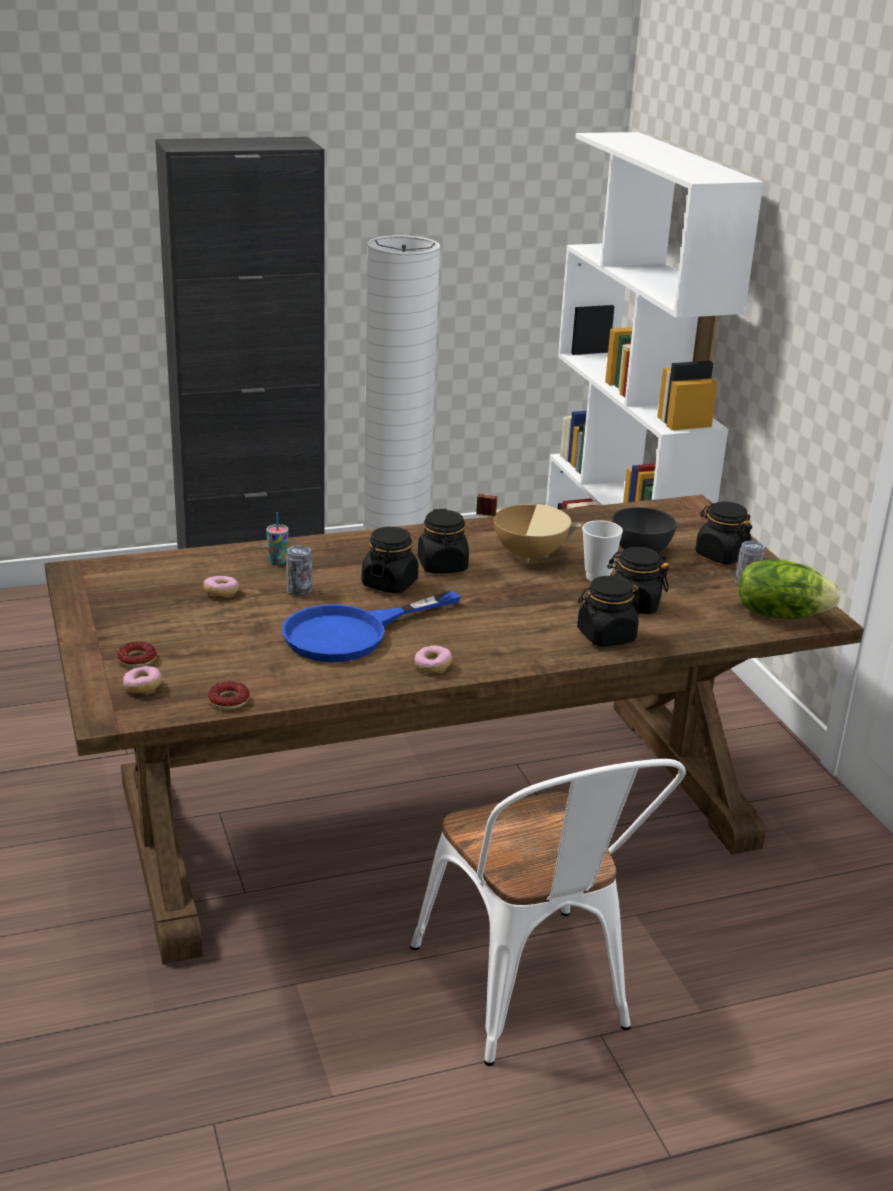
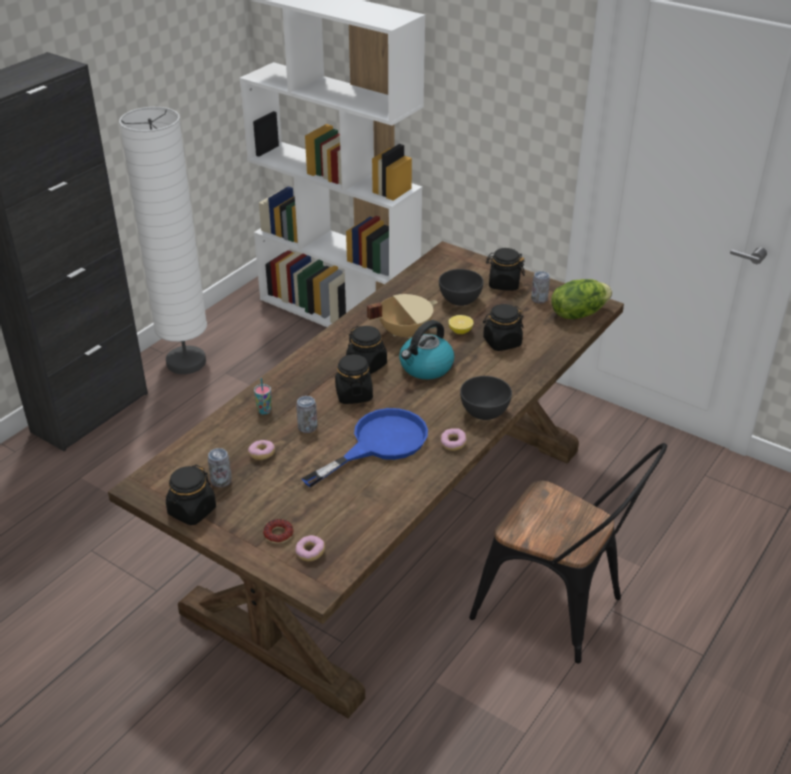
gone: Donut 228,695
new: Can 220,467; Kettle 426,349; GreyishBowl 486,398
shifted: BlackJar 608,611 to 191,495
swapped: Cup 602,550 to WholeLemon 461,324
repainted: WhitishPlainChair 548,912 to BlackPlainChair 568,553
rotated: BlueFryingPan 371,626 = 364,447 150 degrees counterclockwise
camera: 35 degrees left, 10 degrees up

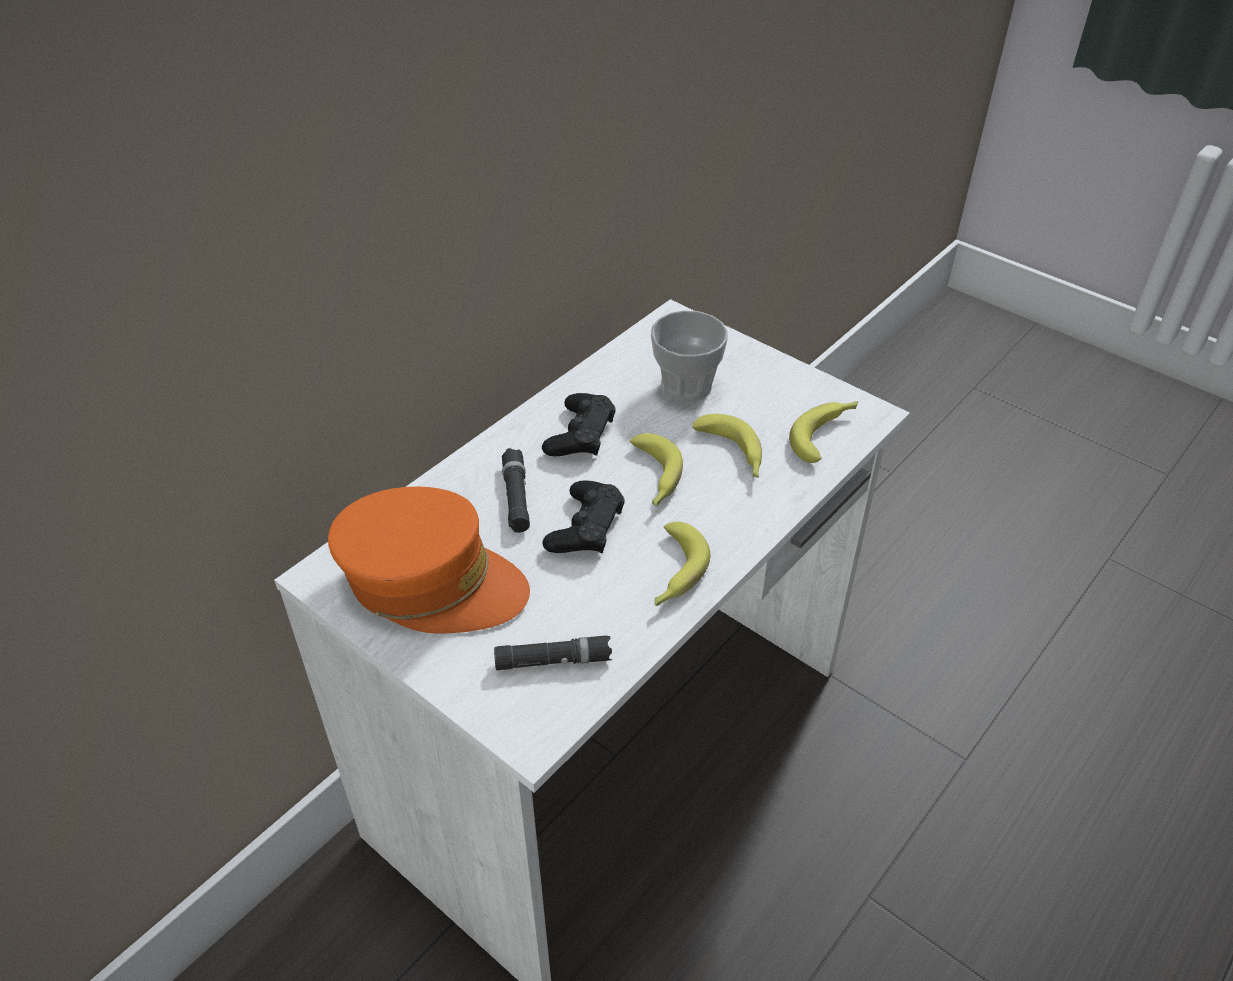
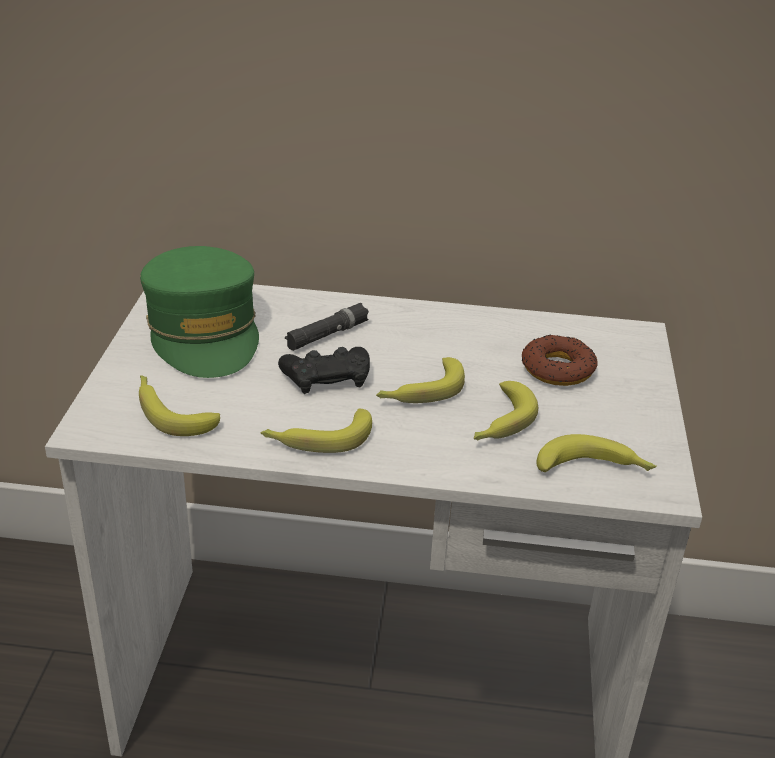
gone: BlackGamepad 579,424
swapped: BlackHandTorch 553,652 to BananaFruit 179,405; Cup 689,356 to Donut 559,360
repainted: OrangeColouredPeakedCap 429,560 to GreenColouredPeakedCap 199,312
camera: 55 degrees right, 10 degrees down

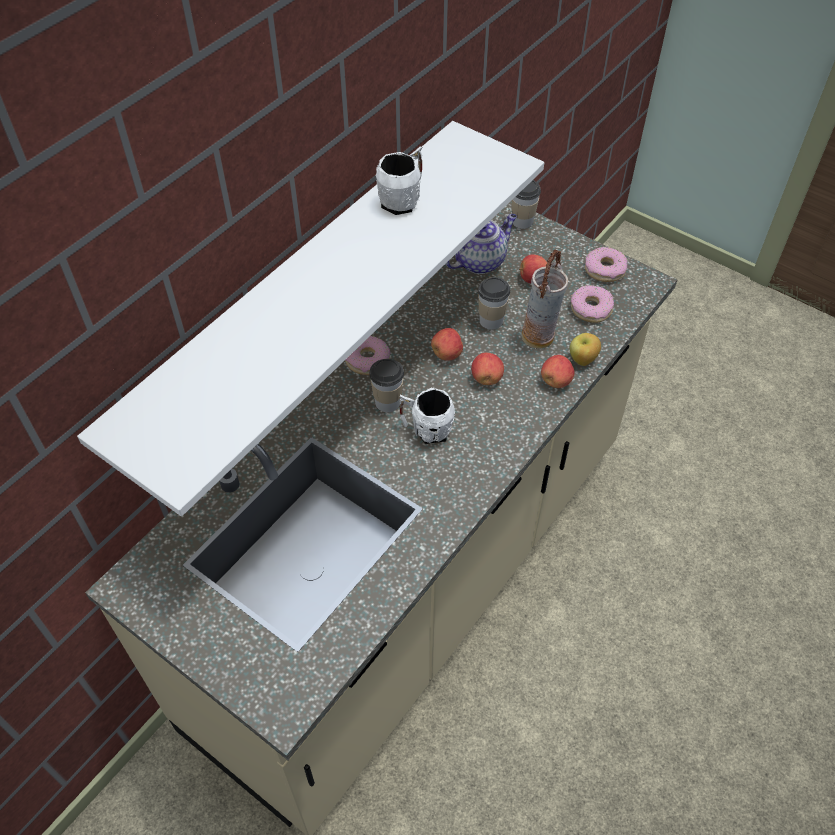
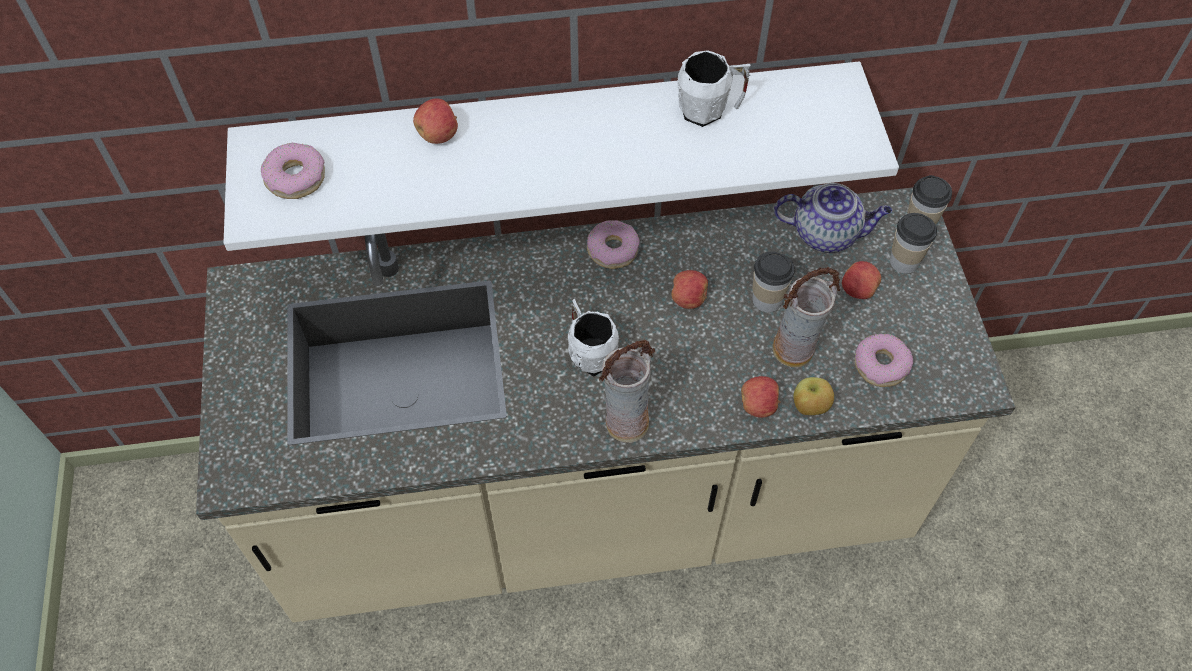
new: Vase 627,391
shifted: Cup 387,385 to 913,243; WholeApple 487,368 to 435,121; Donut 606,264 to 293,171
camera: 45 degrees right, 5 degrees up

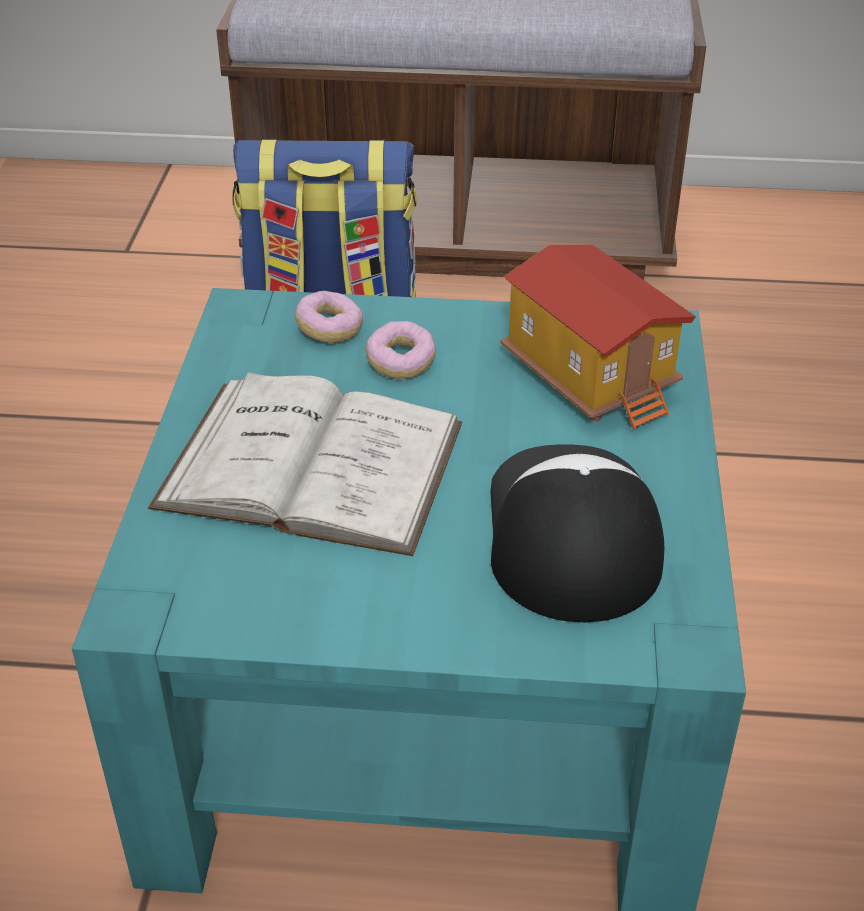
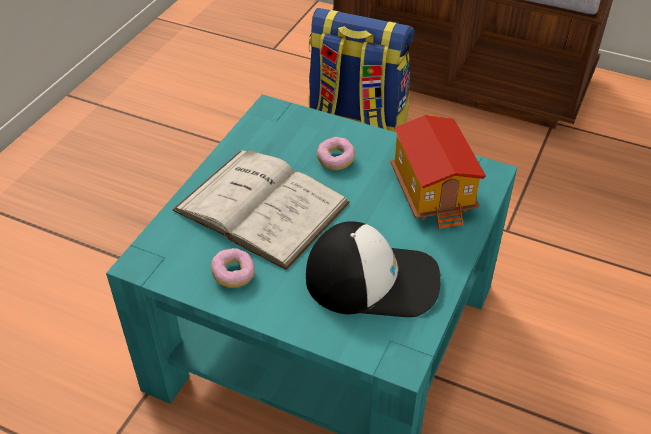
shifted: Donut 329,317 to 233,268
rotated: PeakedCap 577,533 = 373,269 75 degrees clockwise
camera: 20 degrees right, 5 degrees up

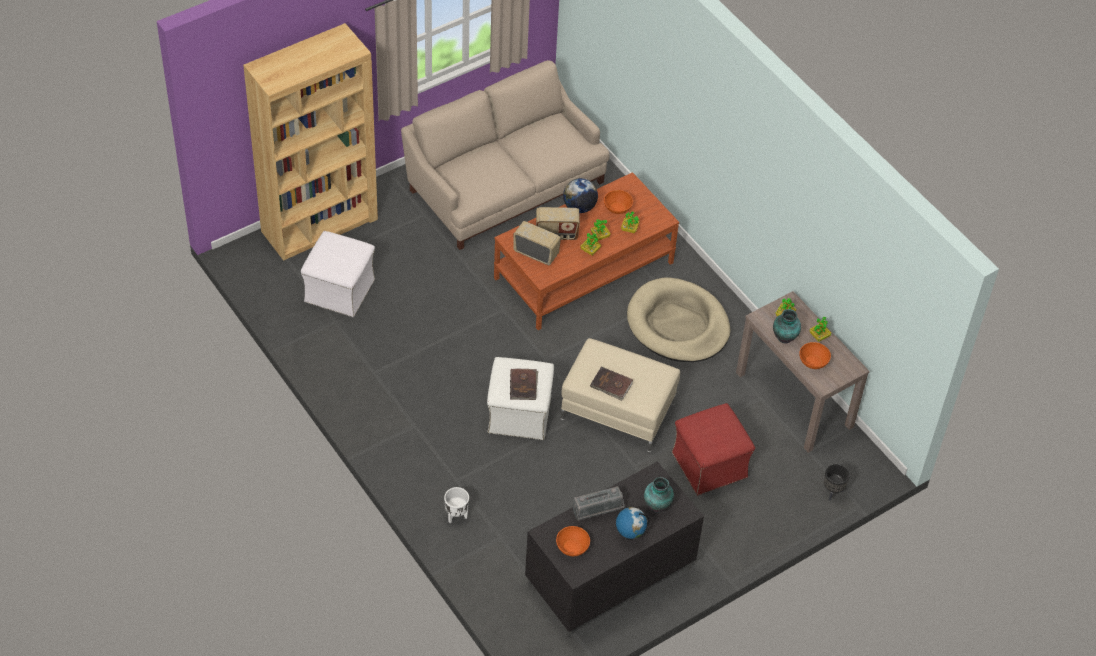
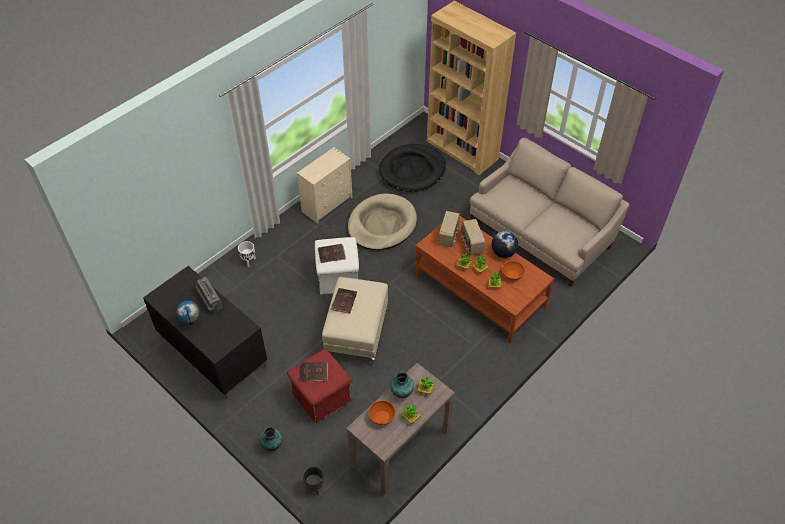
gone: OrangeColouredBowl 573,541
new: BeigeColouredDresser 324,185; BrownVolume 313,371
shifted: BeigeColouredPetBed 678,320 to 382,221; Vase 659,495 to 271,439
swapped: WhitishPouffe 338,274 to BlackPetBed 412,168
camera: 80 degrees right, 0 degrees up

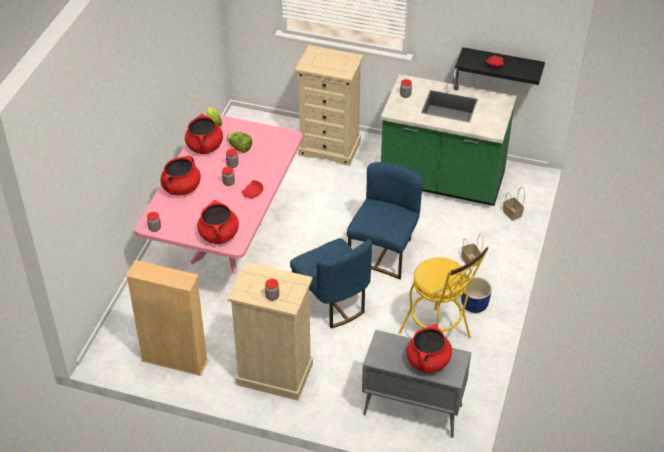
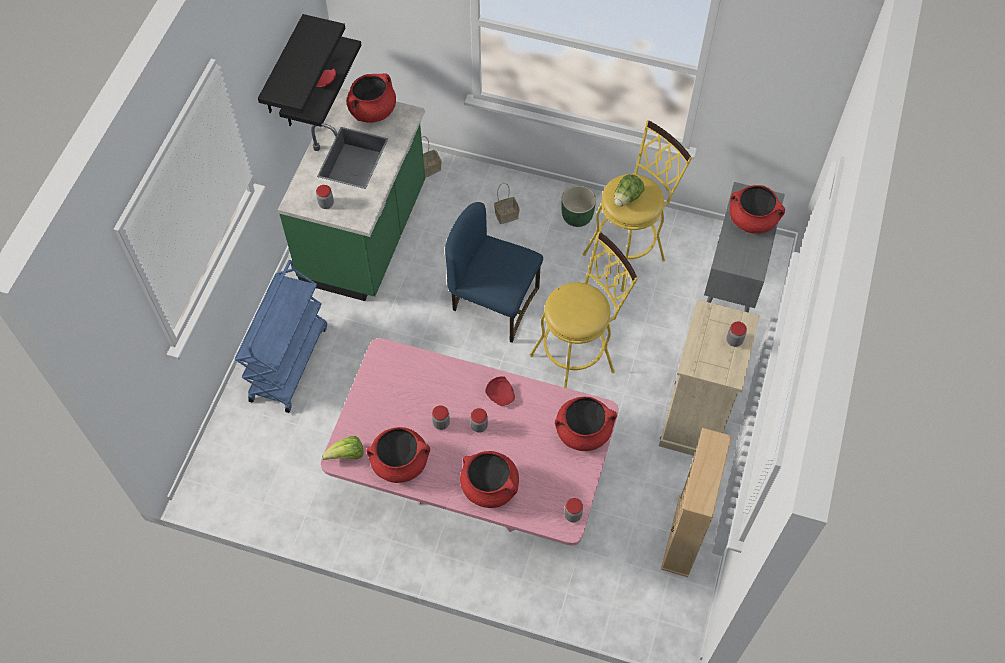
new: BlackShelf 301,63; RedColouredSaucepot 371,98
shifted: LettuceHead 239,142 to 629,190
swapped: BluePlainChair 331,283 to YellowColouredSittingStool 584,309; BeigeColouredDresser 329,105 to BlueWheeledCart 281,336
repainted: BluePlanter 476,295 to GreenColouredPlanter 579,206
camera: 90 degrees left, 15 degrees up

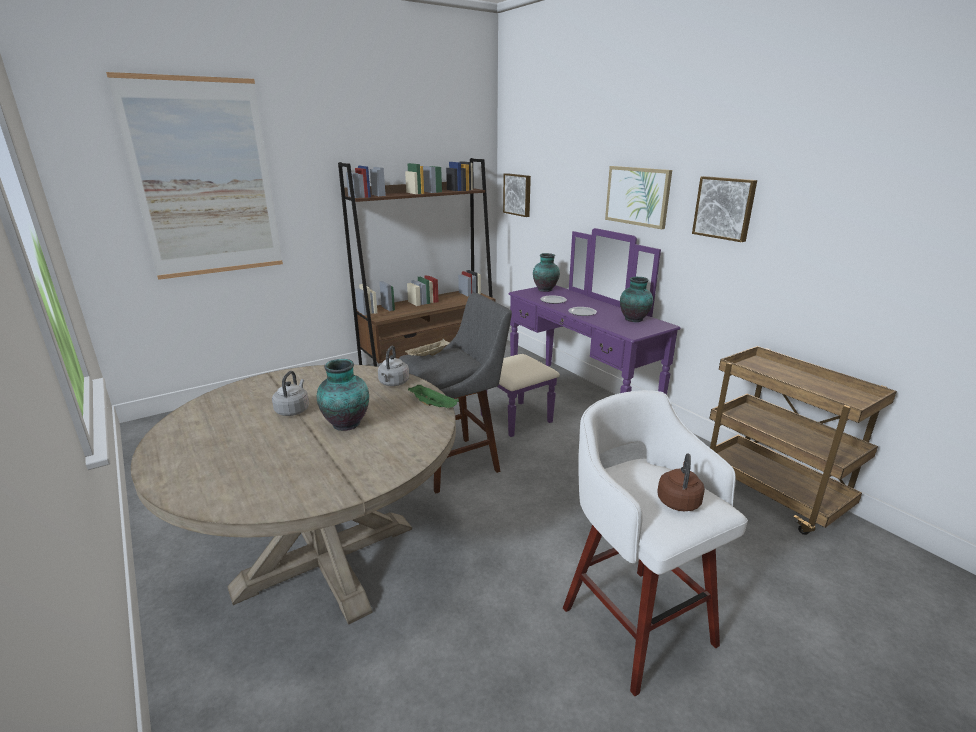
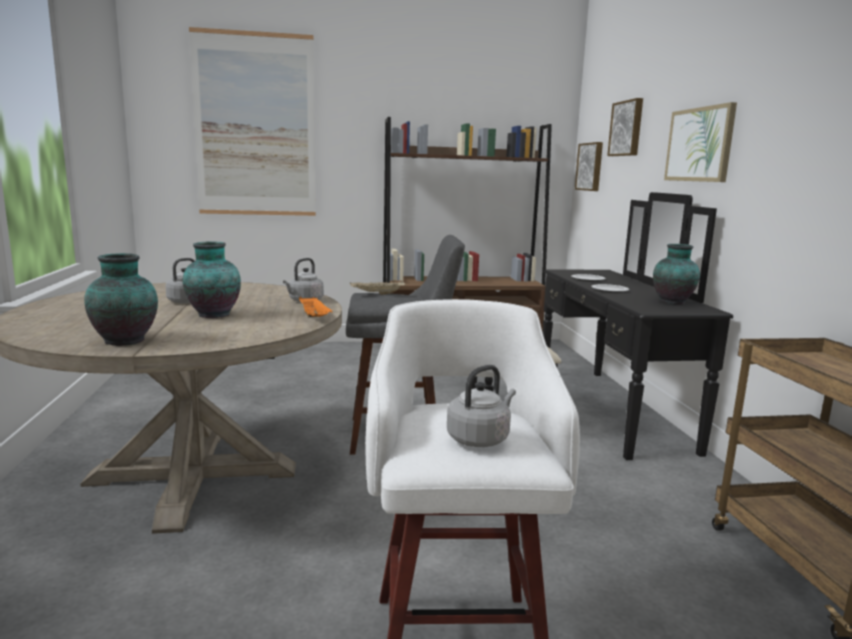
shifted: Vase 546,272 to 121,299; WallArt 724,209 to 625,127
repainted: GreenColouredCarryingTray 433,396 to OrangeColouredCarryingTray 315,307; PurplishDresser 580,332 to BlackDresser 602,326; BrownKettle 681,482 to GreyishKettle 481,406
camera: 25 degrees right, 10 degrees down

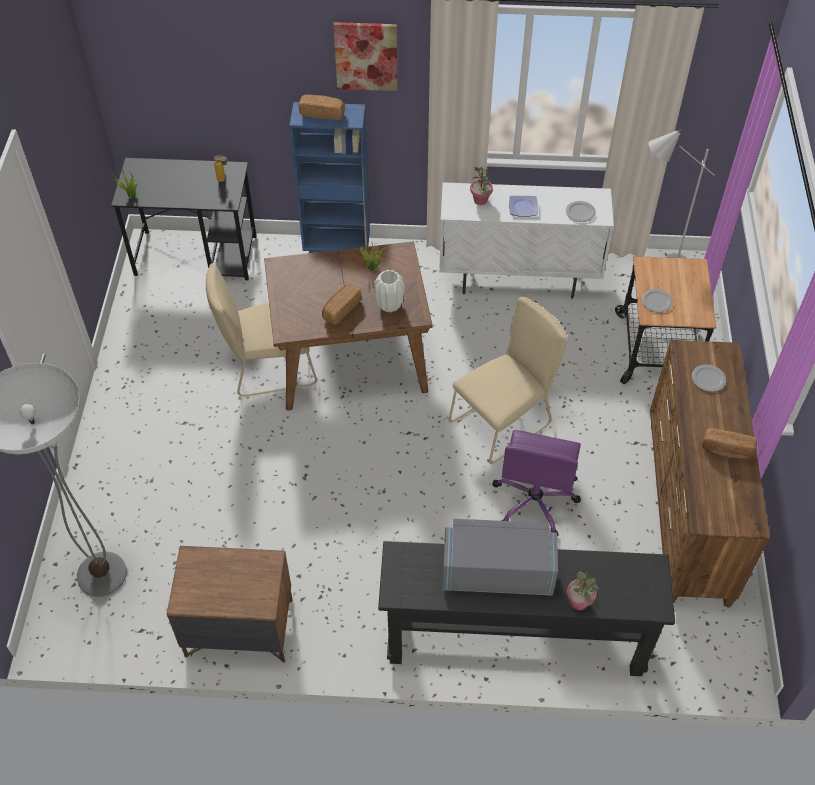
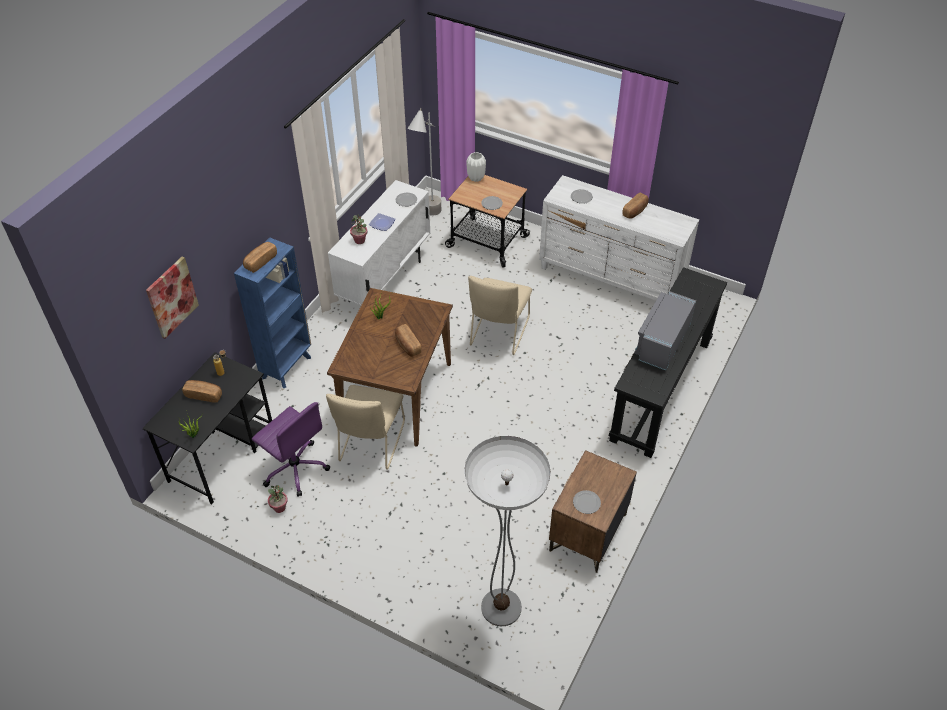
new: Bread 202,391; FlatDish 587,502
shifted: WallArt 365,56 to 172,298; WhitishVase 389,291 to 476,167; PurplishOfficeChair 536,483 to 291,449; Houseplant 583,590 to 278,499
repainted: BrownDresser 710,473 to WhitishDresser 619,238
rotated: BeigeColouredPlainChair 508,380 = 500,315 150 degrees counterclockwise
camera: 65 degrees left, 5 degrees down

